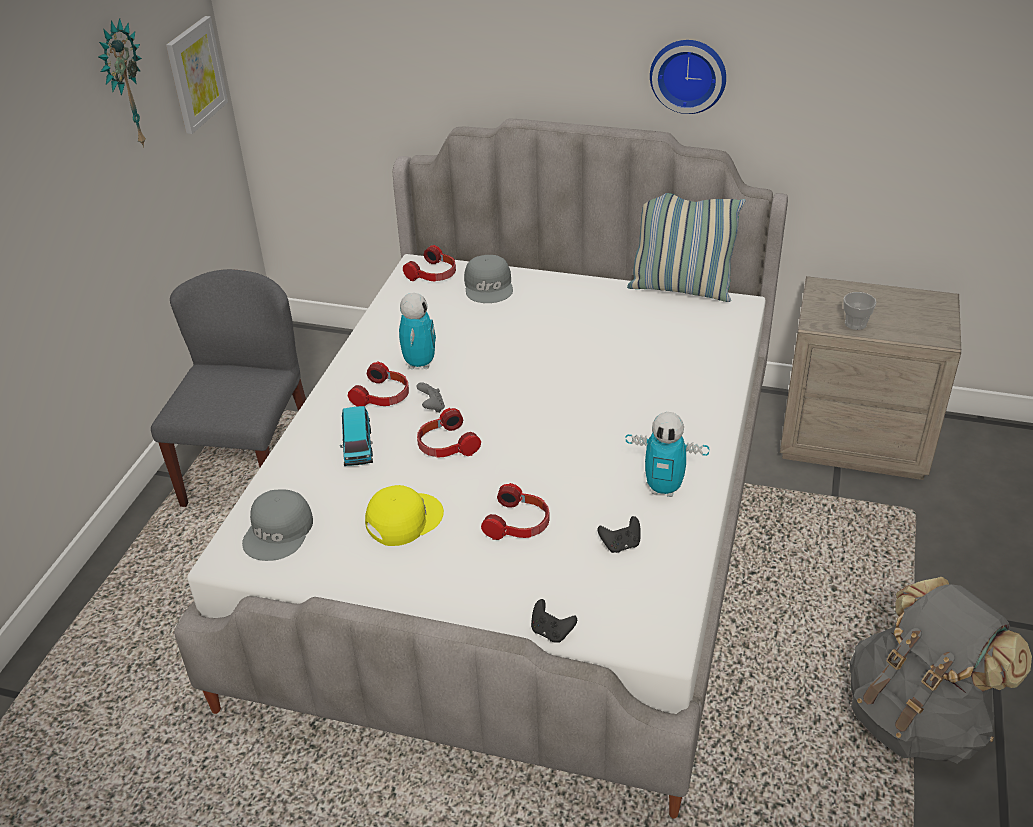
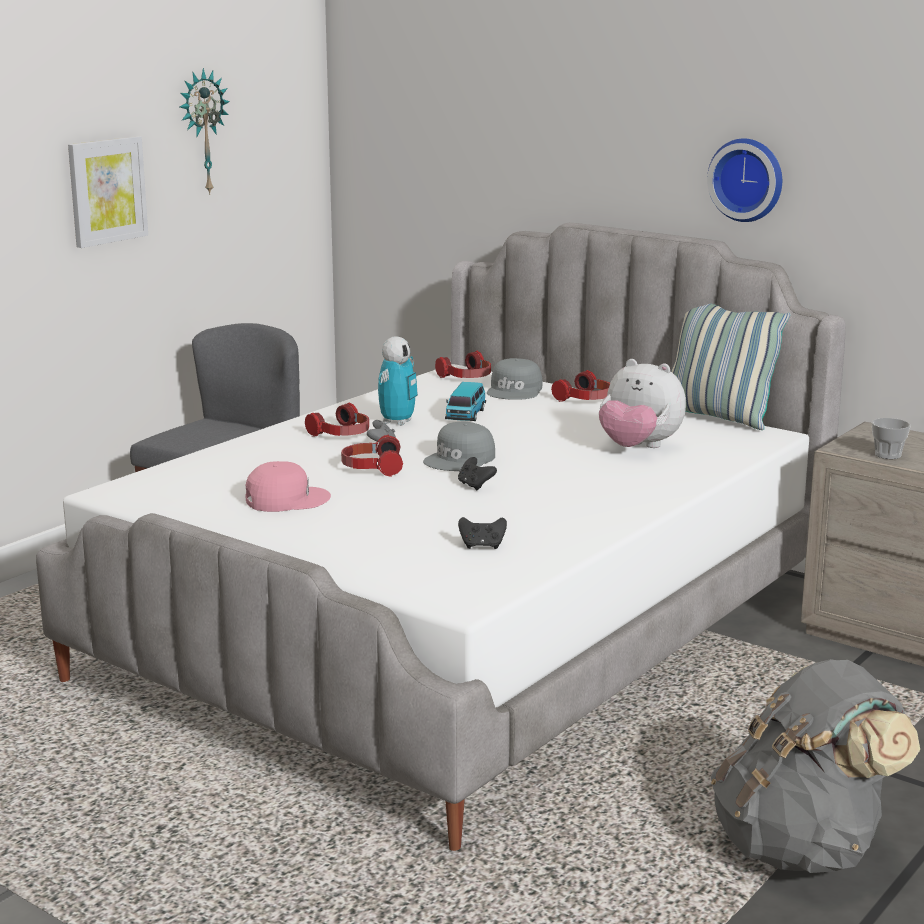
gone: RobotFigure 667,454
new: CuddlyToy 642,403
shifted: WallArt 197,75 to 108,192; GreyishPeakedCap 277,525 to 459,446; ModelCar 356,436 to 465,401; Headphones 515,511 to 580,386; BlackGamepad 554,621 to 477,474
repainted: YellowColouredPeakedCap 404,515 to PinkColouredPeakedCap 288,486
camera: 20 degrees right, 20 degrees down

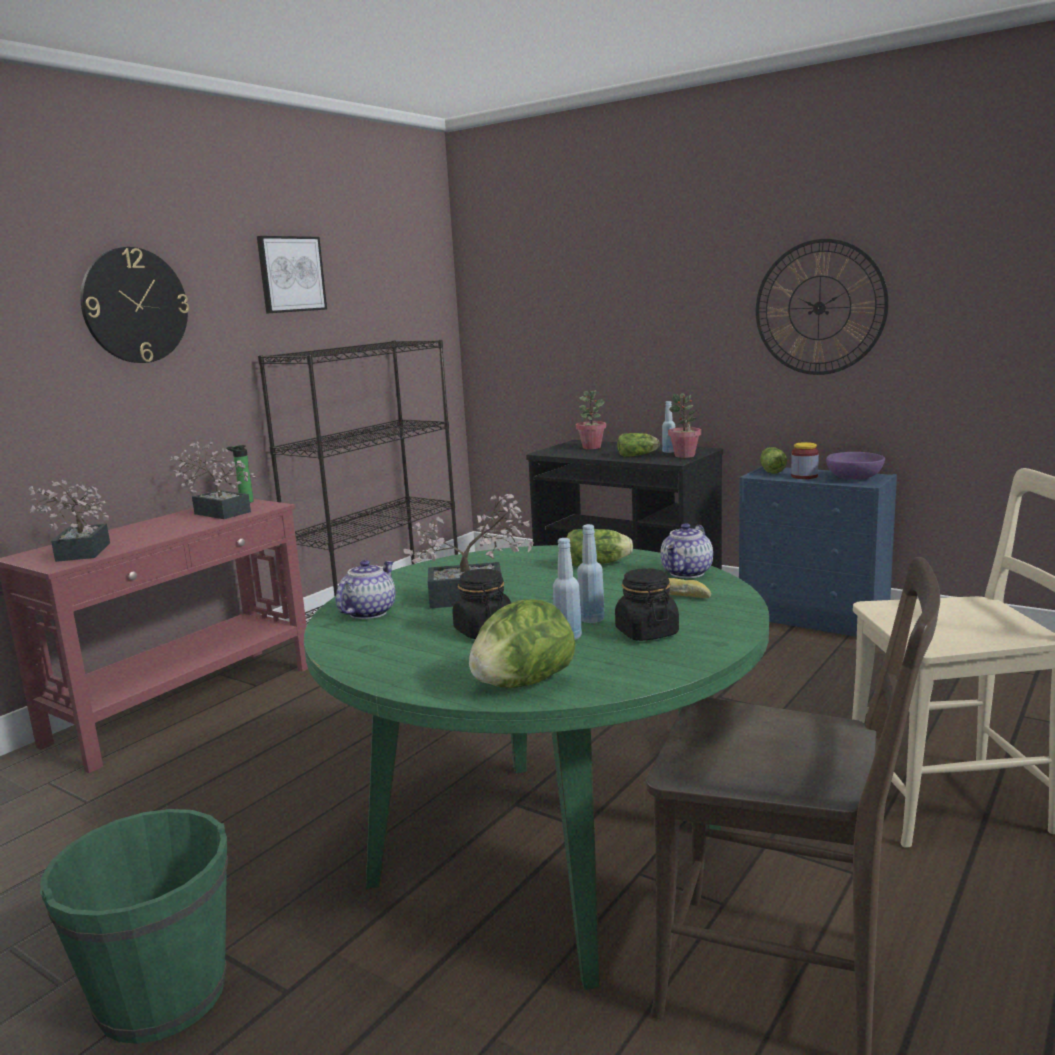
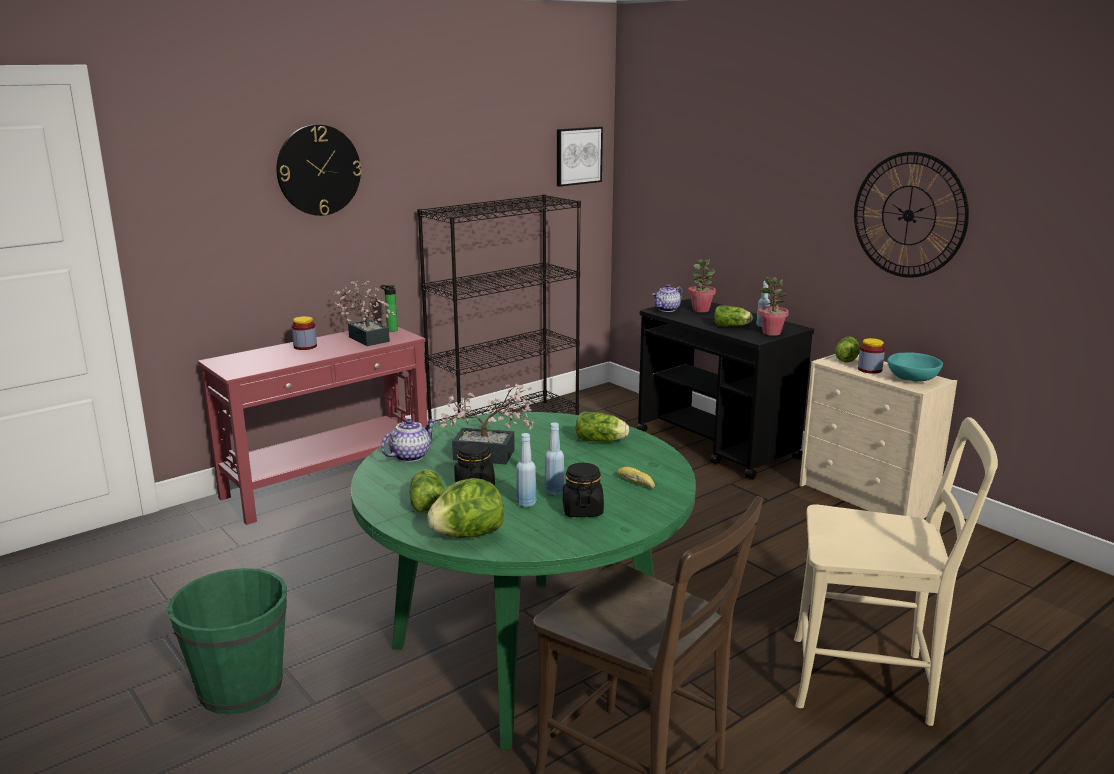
gone: Houseplant 69,521
new: Jar 304,333; LettuceHead 427,491
shifted: WallArt 292,274 to 580,157; PotForTea 686,550 to 667,298
repainted: BlueDresser 818,551 to BeigeColouredDresser 878,436; PurplishBowl 855,466 to TurquoiseColouredBowl 915,367
camera: 15 degrees right, 5 degrees up

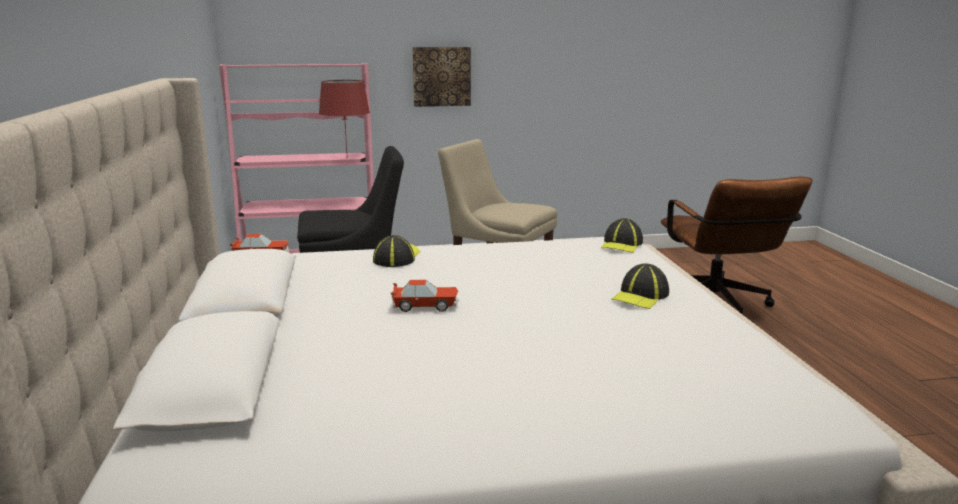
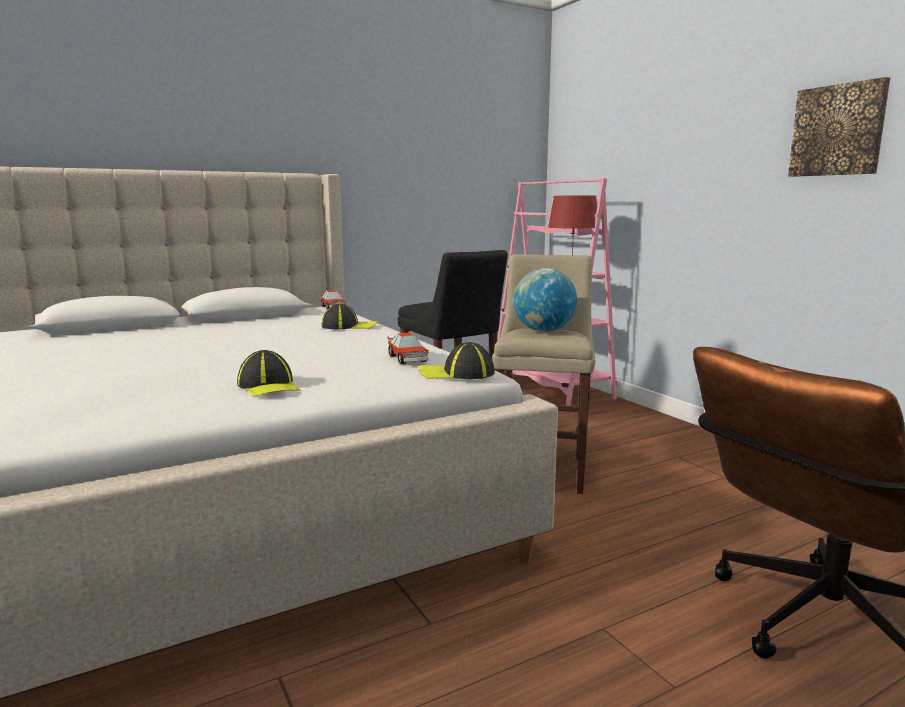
new: DeskGlobe 545,300
shifted: ModelCar 425,296 to 408,348; WallArt 441,77 to 839,127
rotated: PeakedCap 640,286 = 269,373 135 degrees counterclockwise
camera: 70 degrees right, 5 degrees down

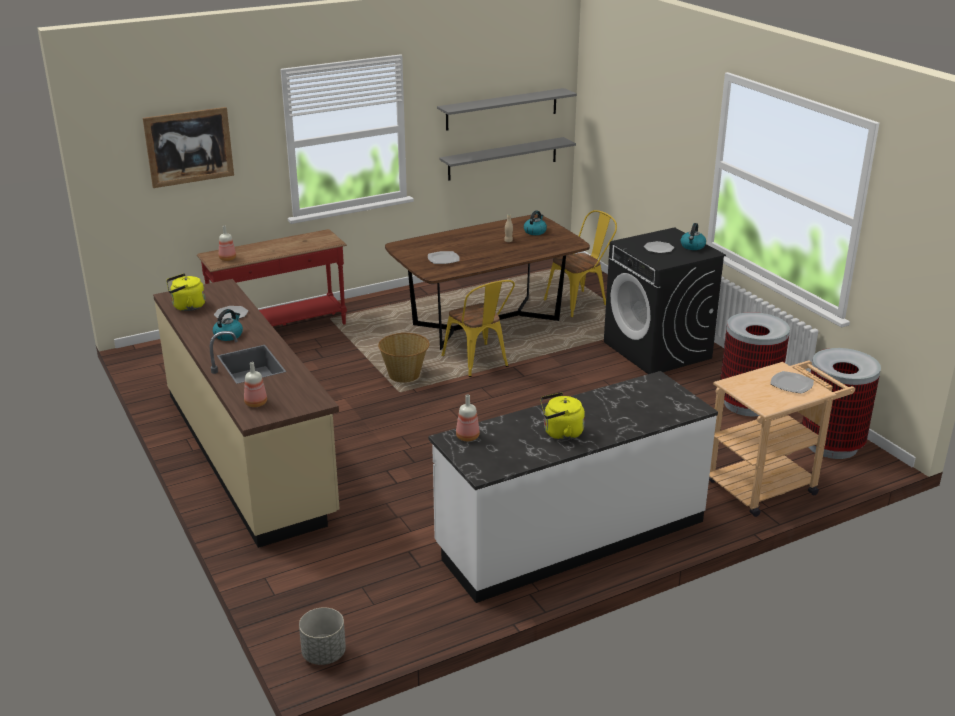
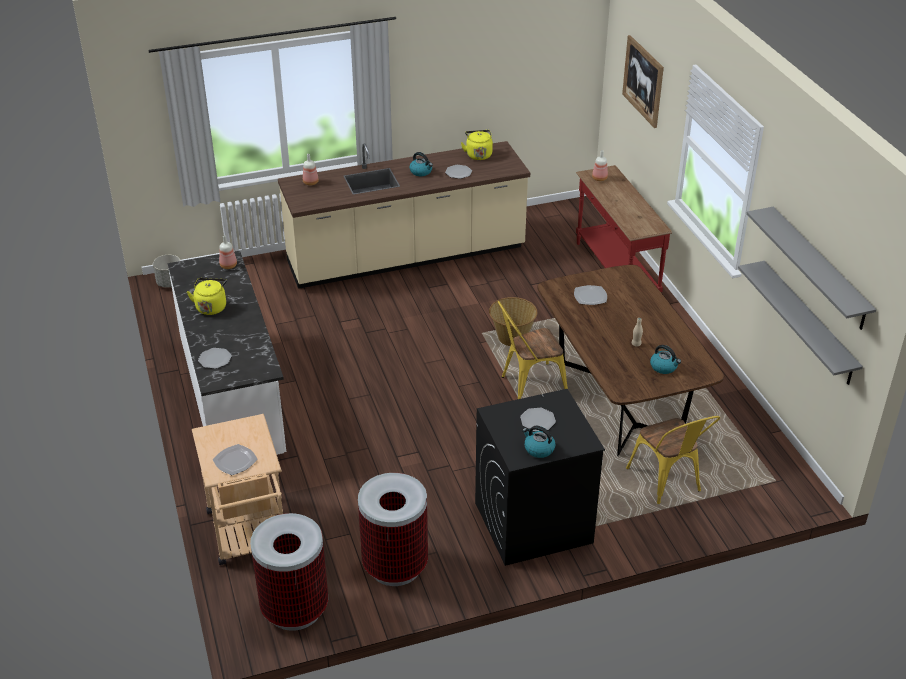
new: FlatDish 215,358
camera: 100 degrees right, 10 degrees up

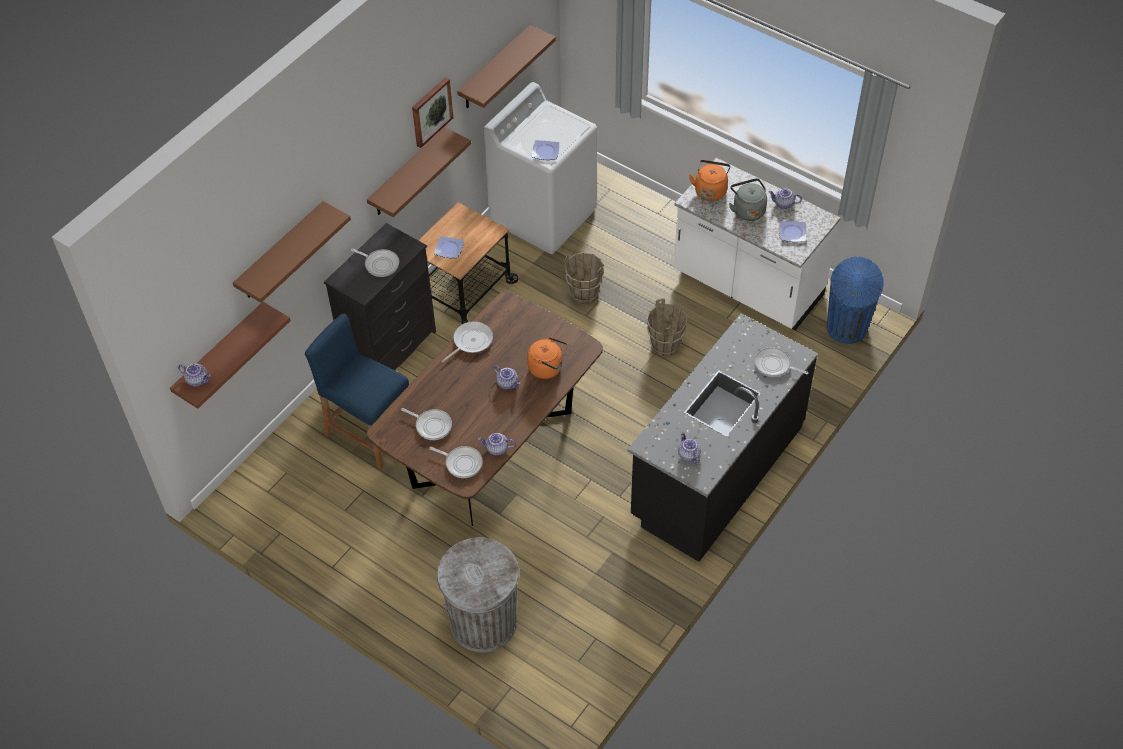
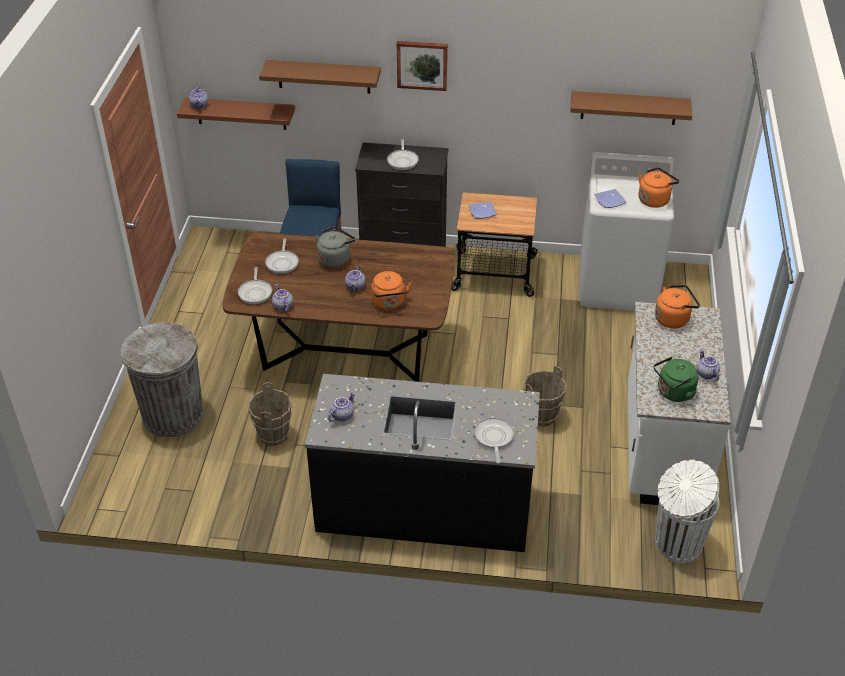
gone: BrownShelf 419,172; FryingPan 467,341
new: OrangeColouredKettle 659,187
shifted: WallArt 432,112 to 422,66; BrownBucket 584,278 to 270,414; GreyishKettle 748,199 to 335,247
swapped: FlatDish 793,231 to GreenColouredKettle 676,379
repainted: BlueTrashCan 855,300 to WhitishTrashCan 687,511
camera: 60 degrees right, 10 degrees down

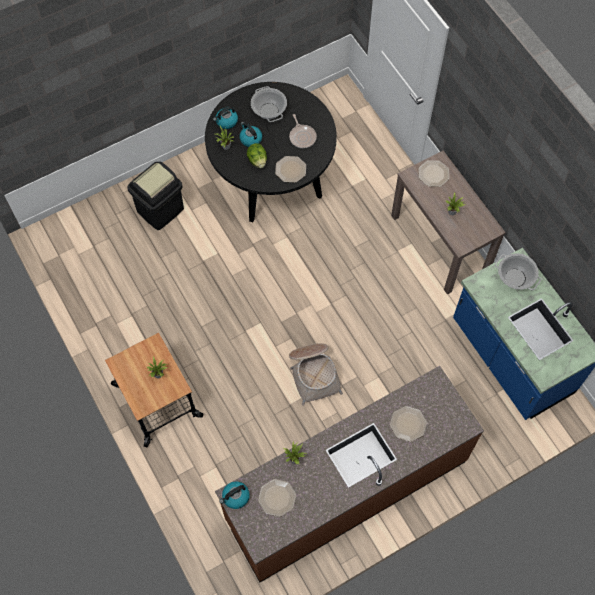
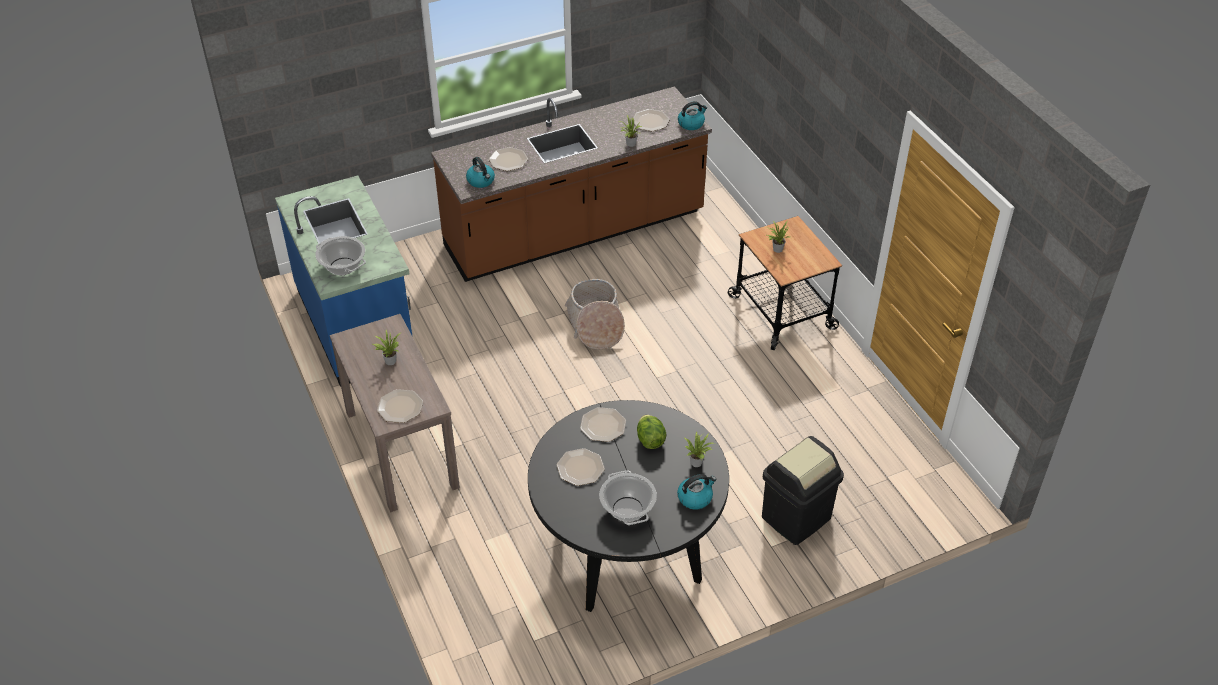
shifted: Kettle 250,134 to 480,172
swapped: FryingPan 303,131 to FlatDish 581,467
camera: 175 degrees left, 20 degrees down

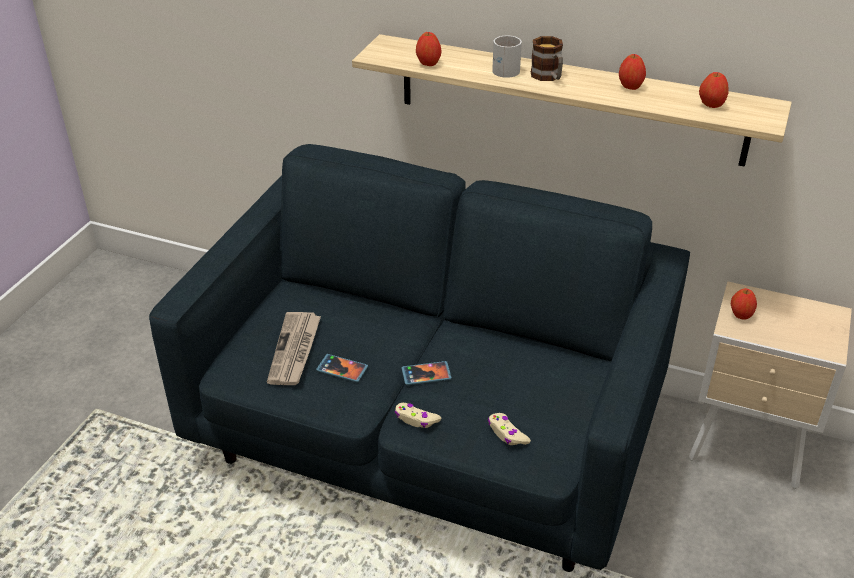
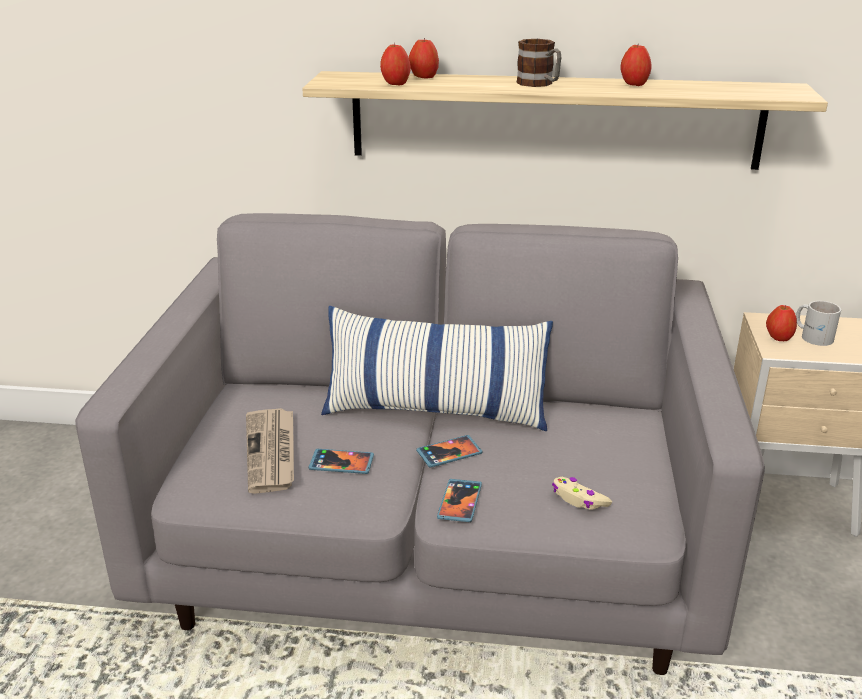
new: Pillow 437,368
shifted: WhitishCoffeeMug 507,57 to 818,323; WholeApple 713,90 to 424,58
swapped: BeigeColouredGamepad 418,415 to Phone 459,500
repainted: BlueSettee 419,358 to GreyishSettee 420,444
camera: 15 degrees left, 10 degrees down

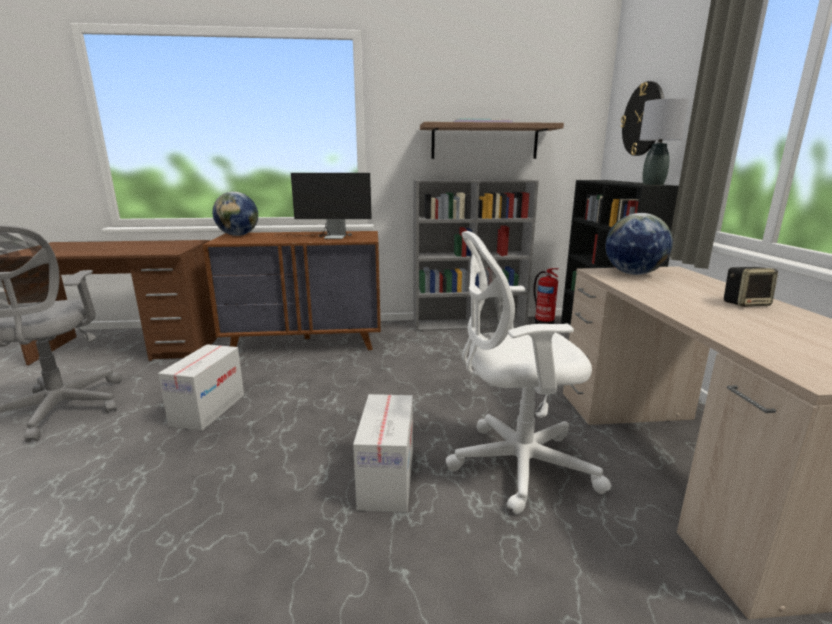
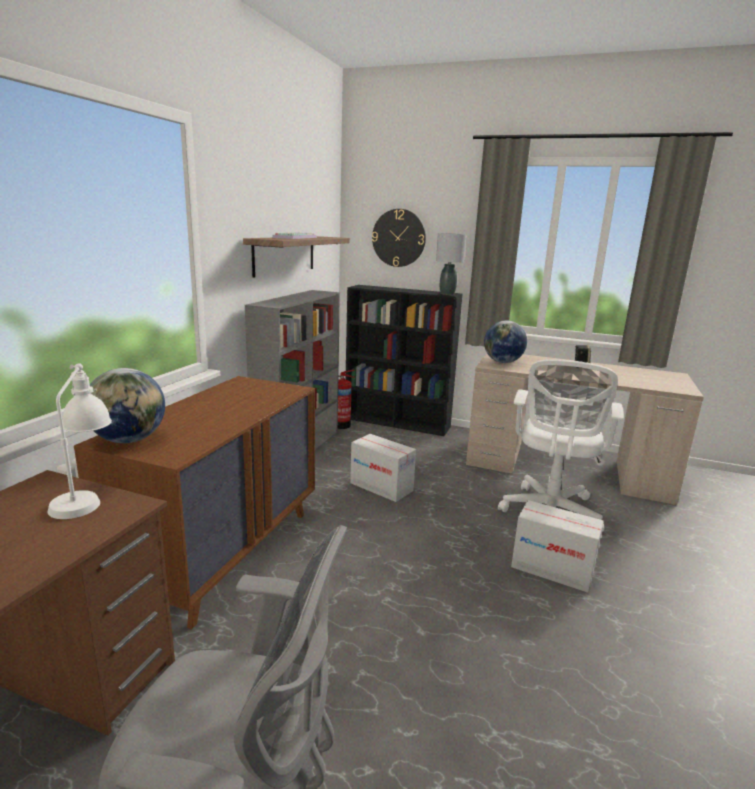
gone: ComputerScreen 328,206
new: WhitishTabletopLamp 79,441
shifted: PackingBox 201,387 to 383,468
camera: 65 degrees left, 0 degrees up

